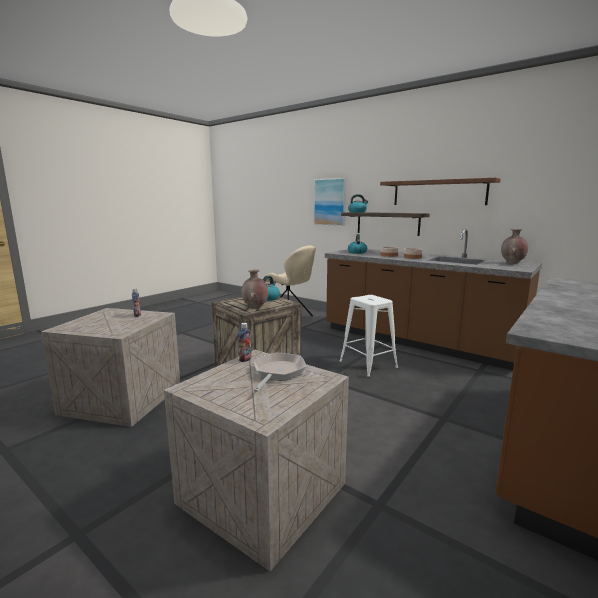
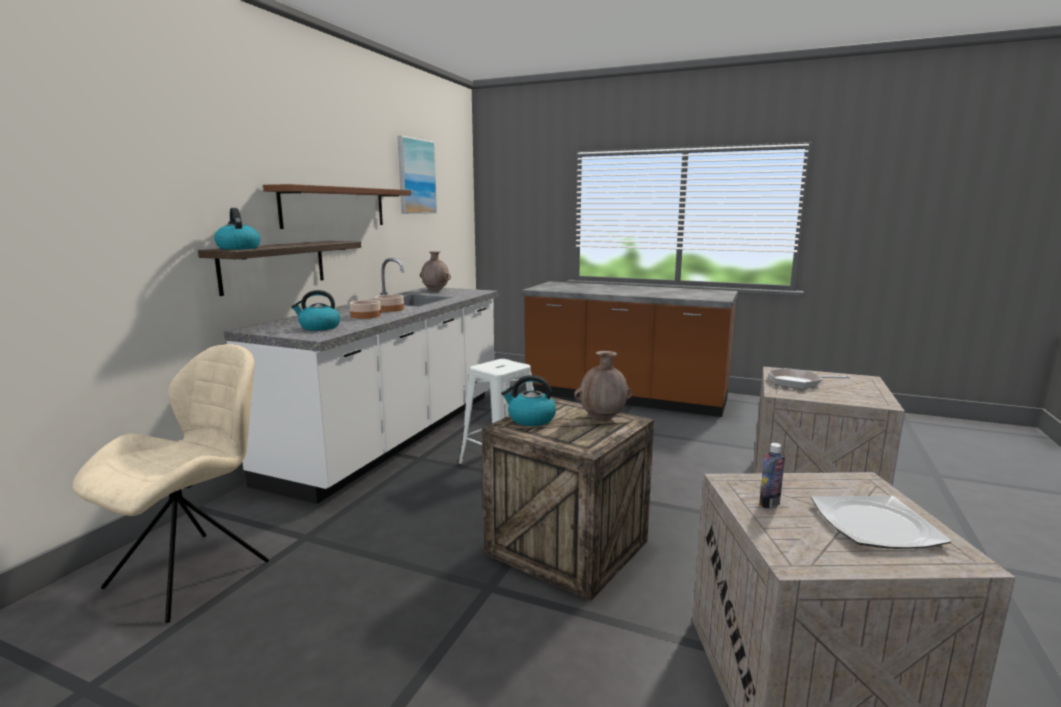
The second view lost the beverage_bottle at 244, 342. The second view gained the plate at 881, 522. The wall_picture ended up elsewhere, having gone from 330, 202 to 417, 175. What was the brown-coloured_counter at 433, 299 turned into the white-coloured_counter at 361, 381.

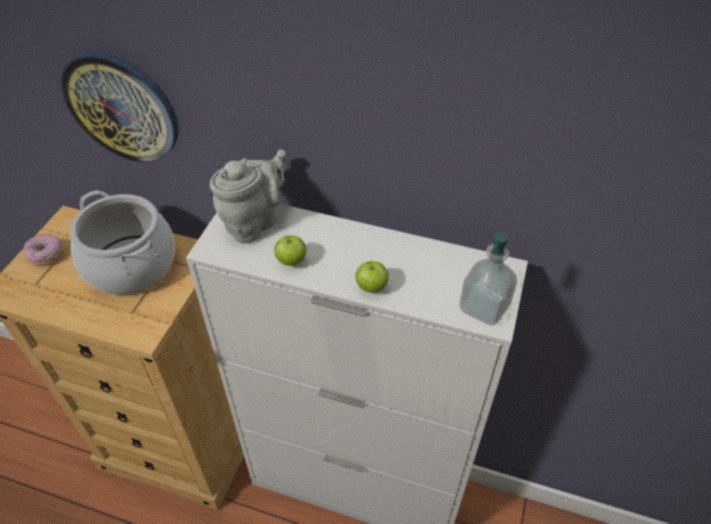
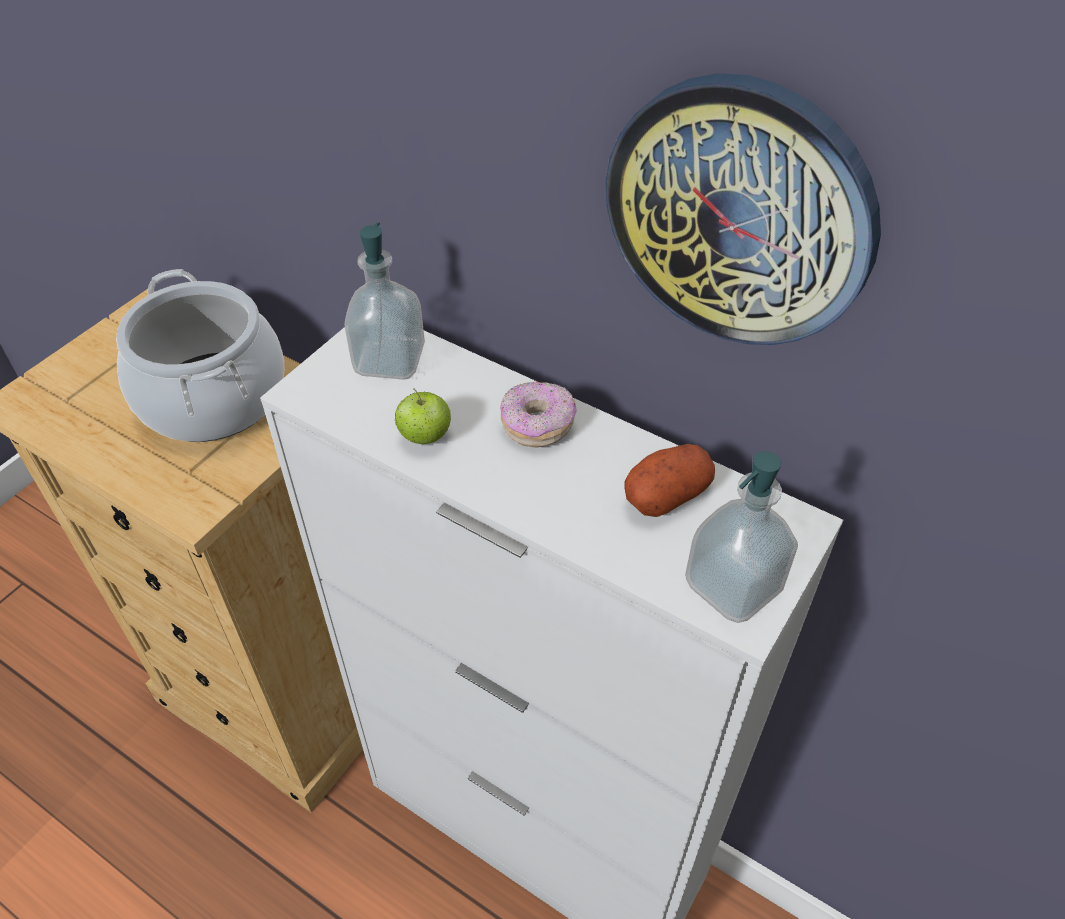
The second view lost the whole_apple at 372, 277. The second view gained the whole_potato at 669, 480. The donut ended up elsewhere, having gone from 42, 250 to 538, 414. The hanging_clock ended up elsewhere, having gone from 119, 107 to 743, 209. Where the grey_pot_for_tea stood at 248, 196, the soap_bottle came to stand at 384, 300.

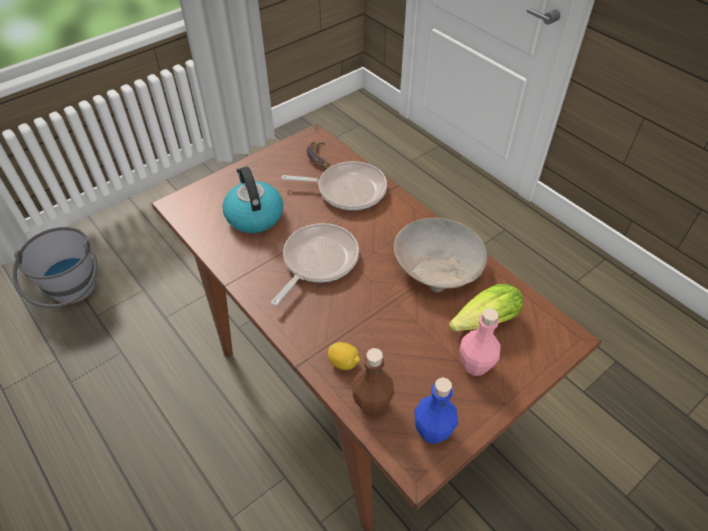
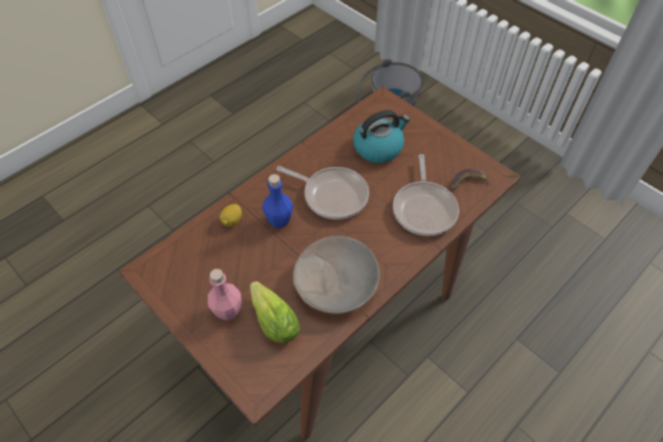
The second view lost the brown-coloured_beverage_bottle at 373, 381. The blue-coloured_beverage_bottle ended up elsewhere, having gone from 436, 410 to 277, 201.

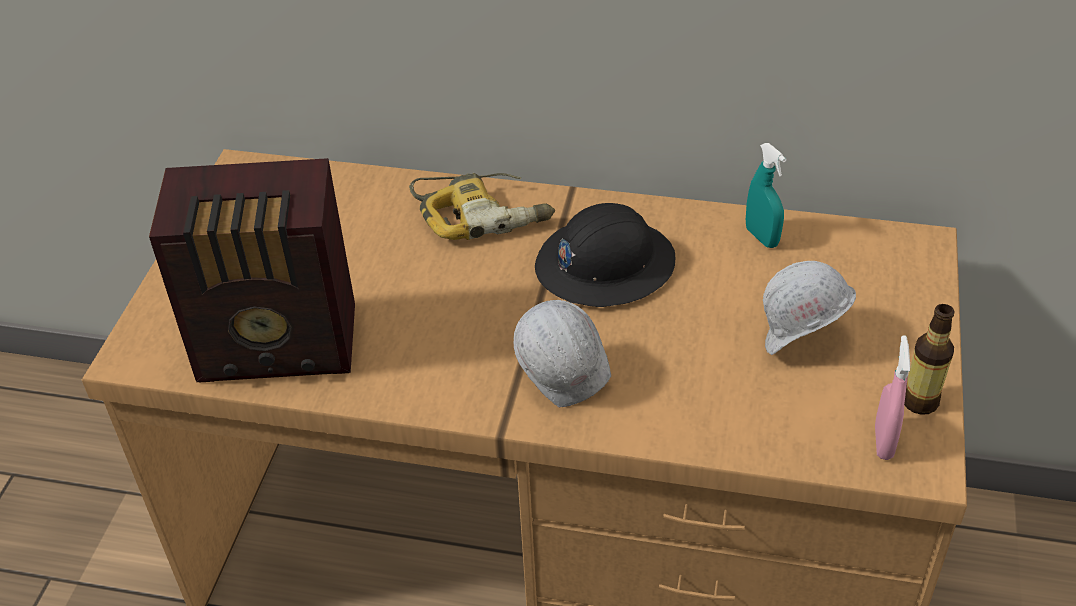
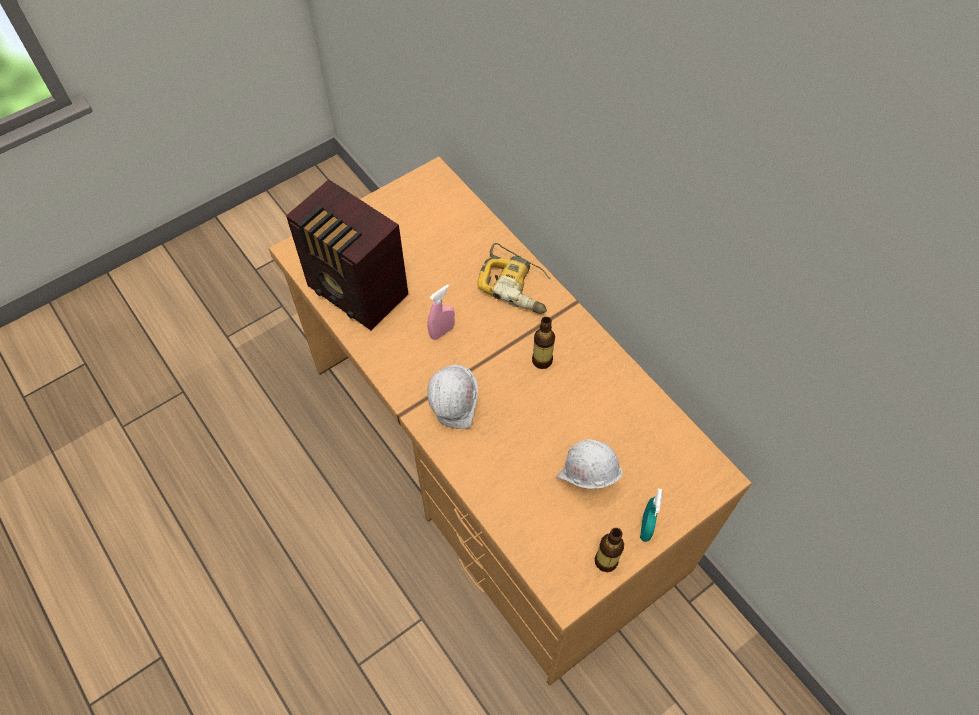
The turquoise-coloured_hand_sprayer ended up elsewhere, having gone from 766, 195 to 651, 515. The pink_hand_sprayer ended up elsewhere, having gone from 892, 397 to 441, 312. Where the blackish_work_helmet stood at 605, 255, the beverage_bottle came to stand at 543, 343.

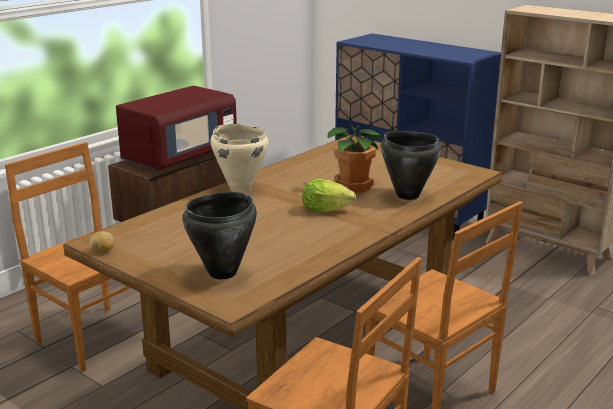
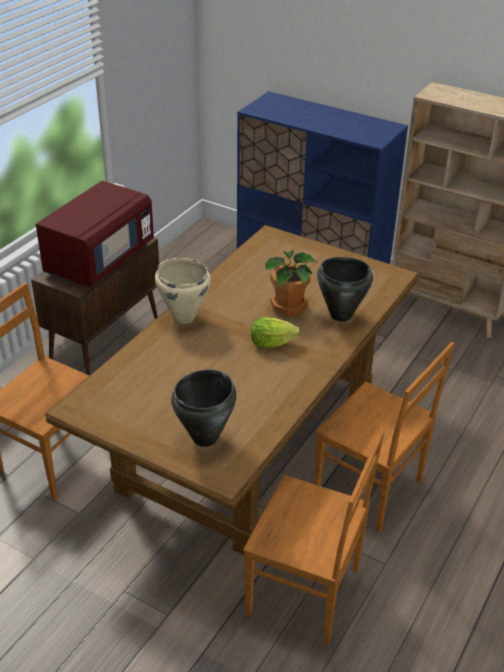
The second view lost the whole_potato at 101, 241.

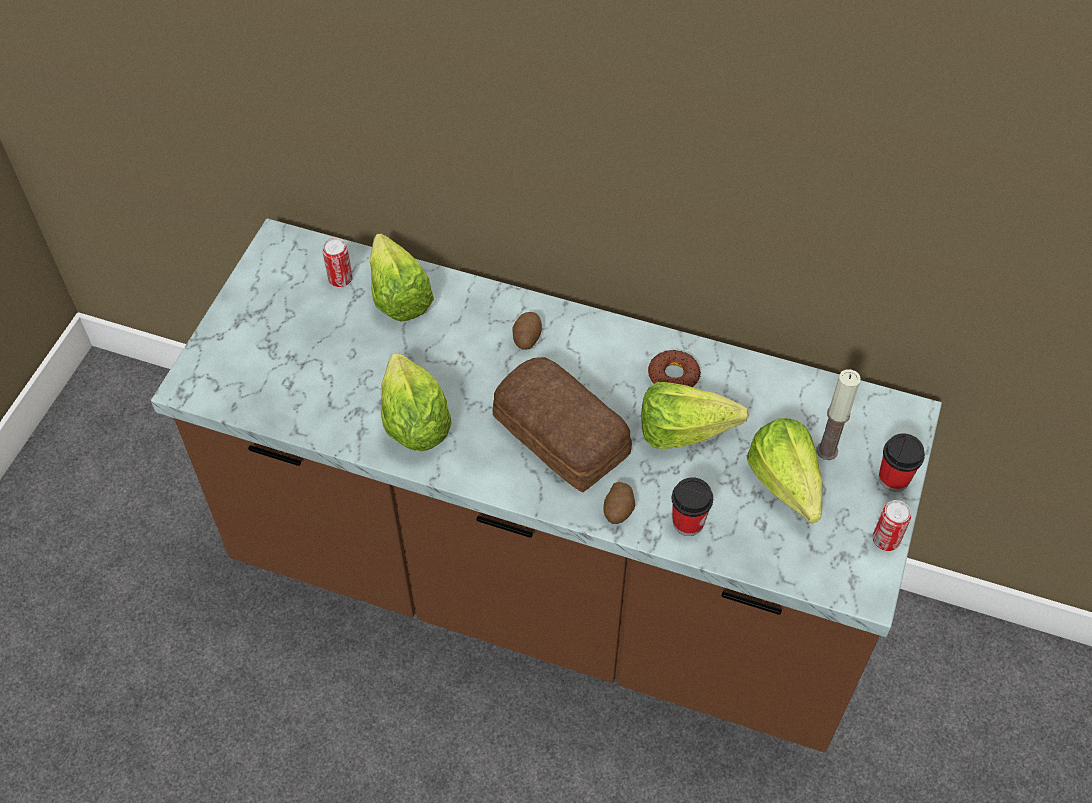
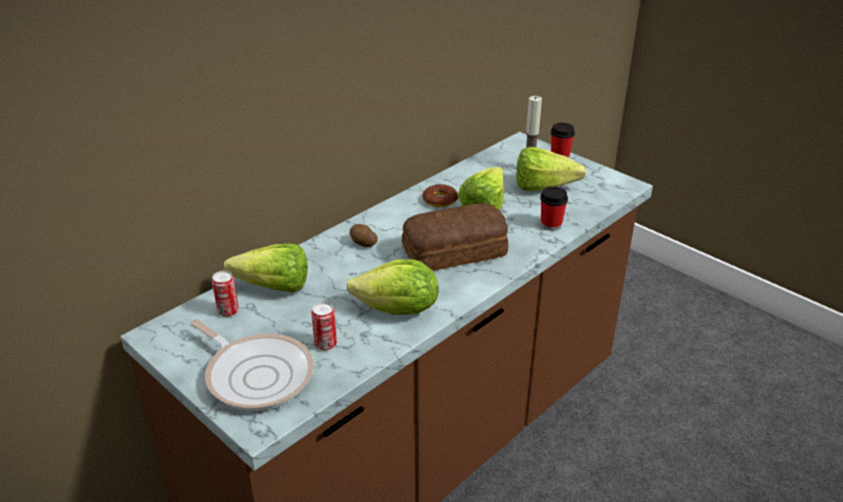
The second view lost the whole_potato at 619, 503. The second view gained the frying_pan at 252, 365. The can ended up elsewhere, having gone from 891, 525 to 324, 326.

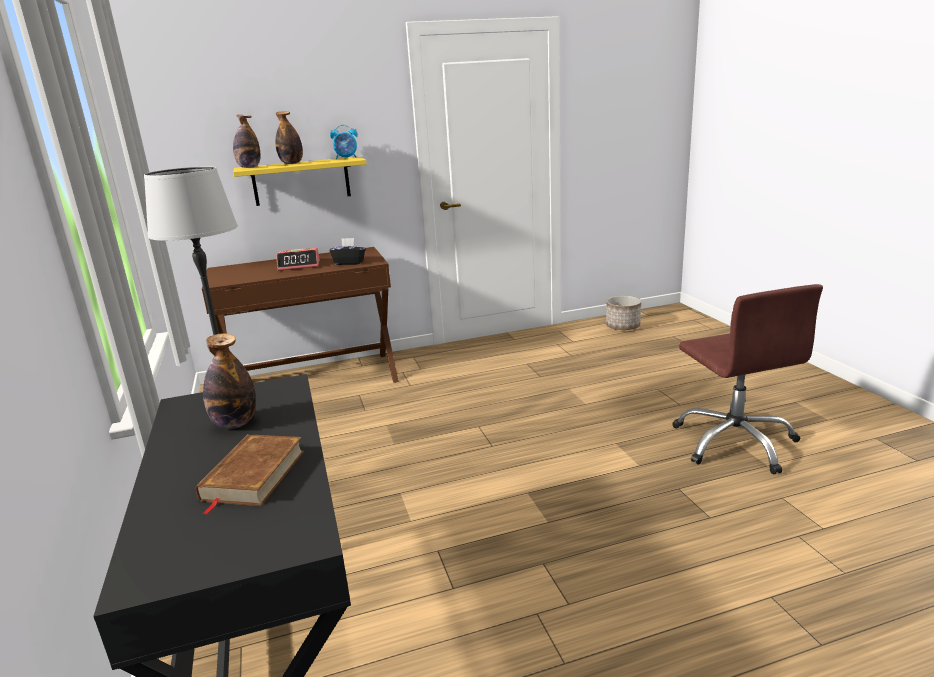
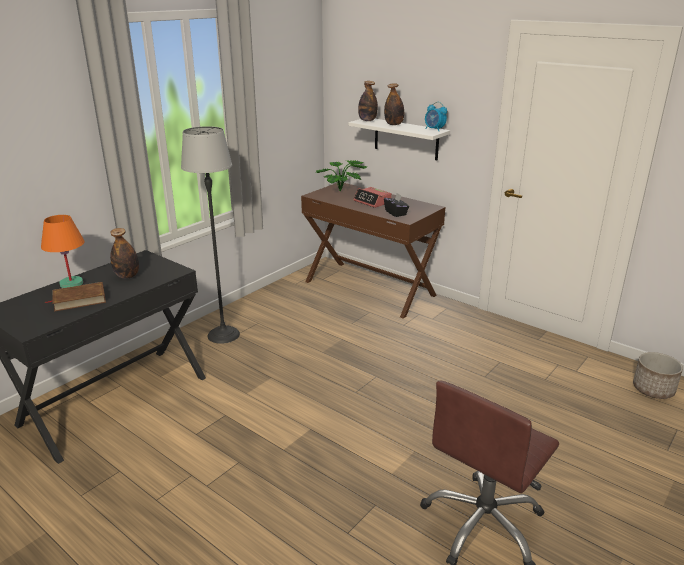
The second view gained the orange_table_lamp at 63, 251. The second view gained the houseplant at 341, 175. What was the yellow-coloured_shelf at 299, 181 turned into the white-coloured_shelf at 399, 139.

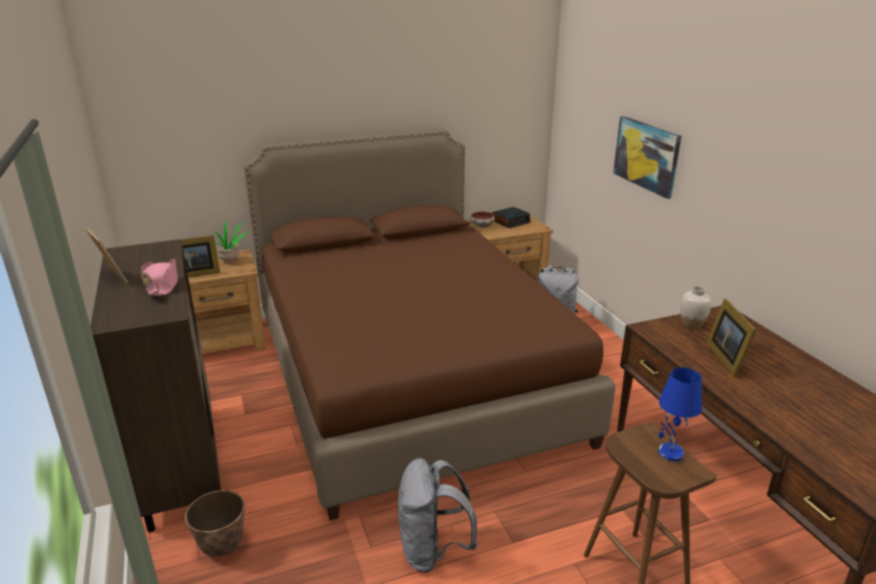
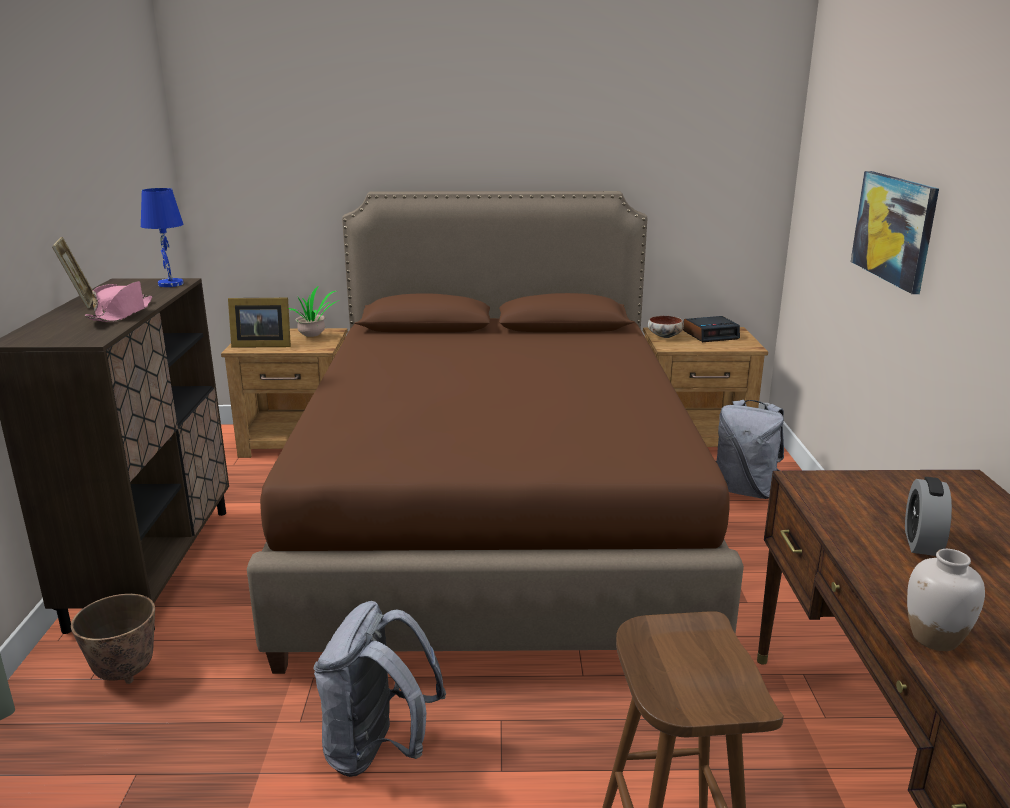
The blue-coloured_table_lamp ended up elsewhere, having gone from 680, 414 to 162, 237. The white-coloured_decorative_vase ended up elsewhere, having gone from 696, 307 to 946, 600. Where the picture_frame stood at 731, 338, the bedside_clock came to stand at 928, 516.

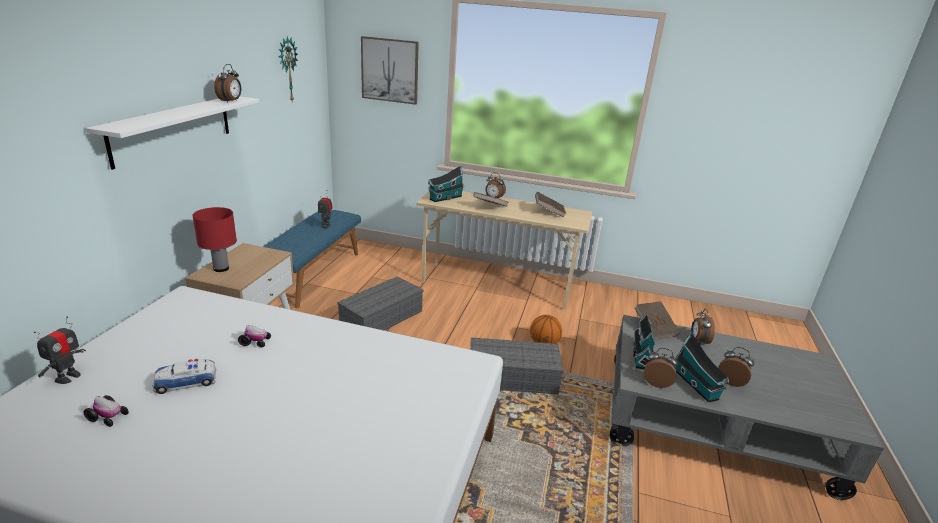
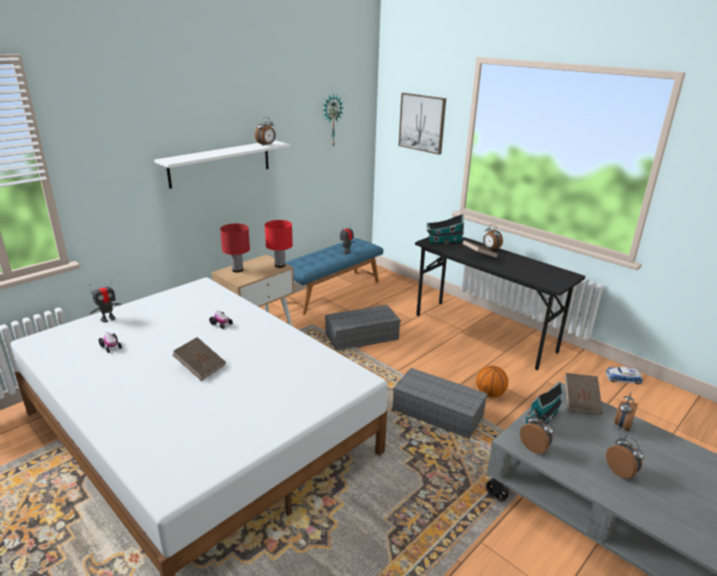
The second view lost the toy_house at 702, 367. The second view gained the red_table_lamp at 279, 244. The toy_car ended up elsewhere, having gone from 184, 376 to 624, 375. The brown-coloured_volume ended up elsewhere, having gone from 550, 205 to 199, 359. What was the beige-coloured_desk_table at 504, 250 turned into the blackish_desk_table at 500, 303.

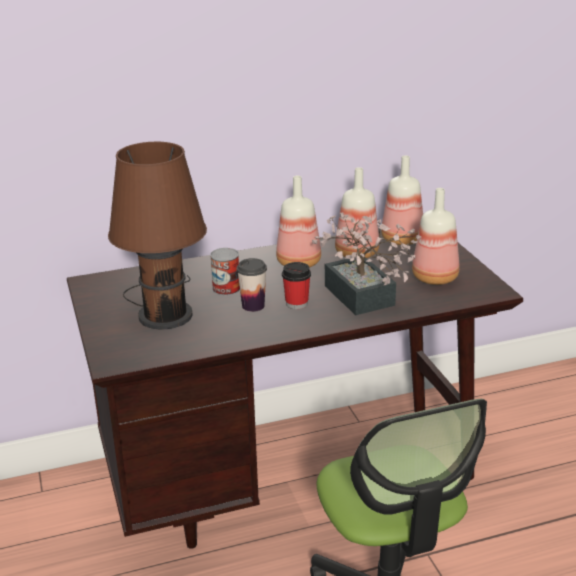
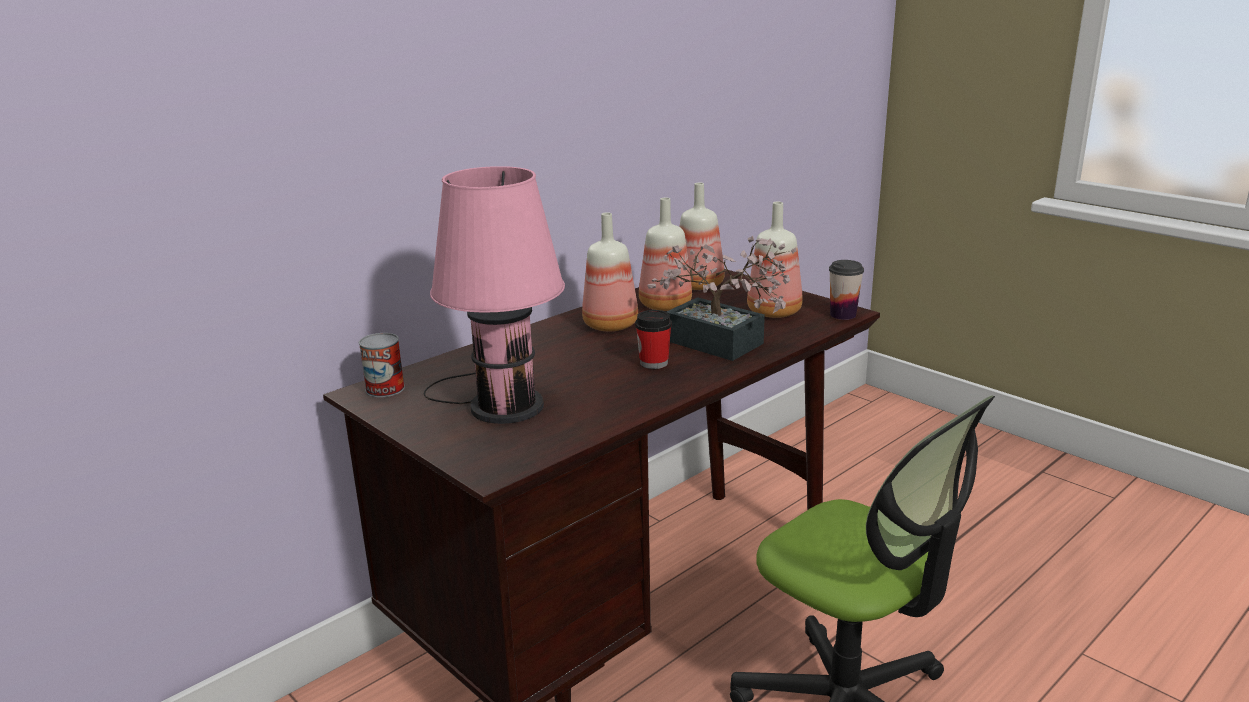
The can ended up elsewhere, having gone from 225, 272 to 382, 365. The cup ended up elsewhere, having gone from 252, 285 to 846, 290. What was the brown-coloured_table_lamp at 157, 235 turned into the pink_table_lamp at 494, 295.

